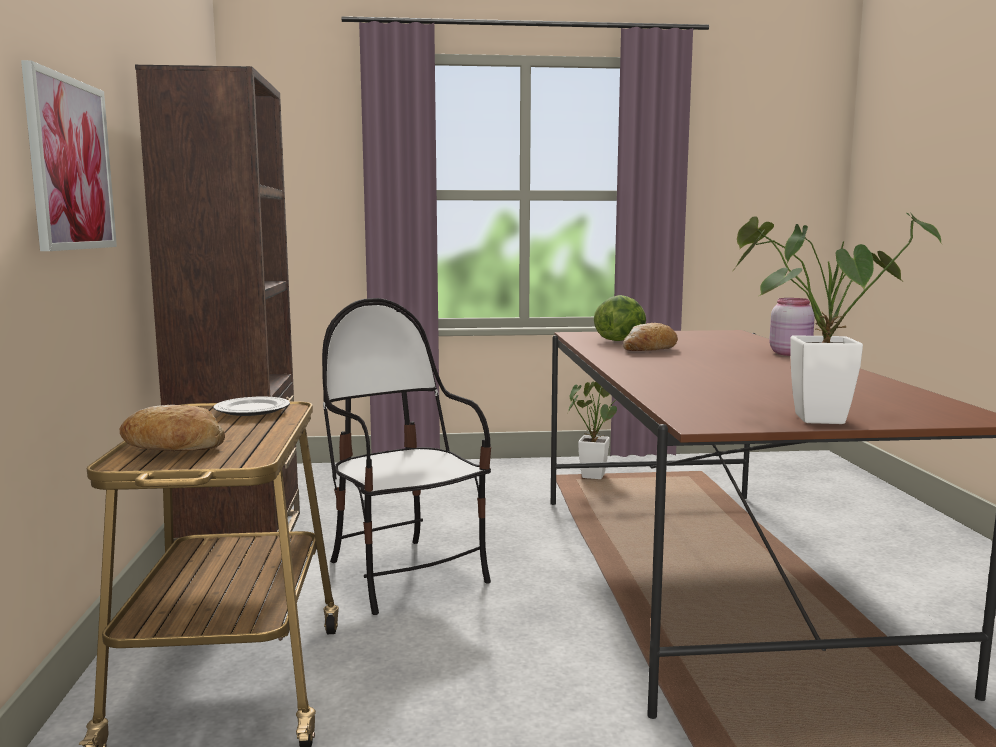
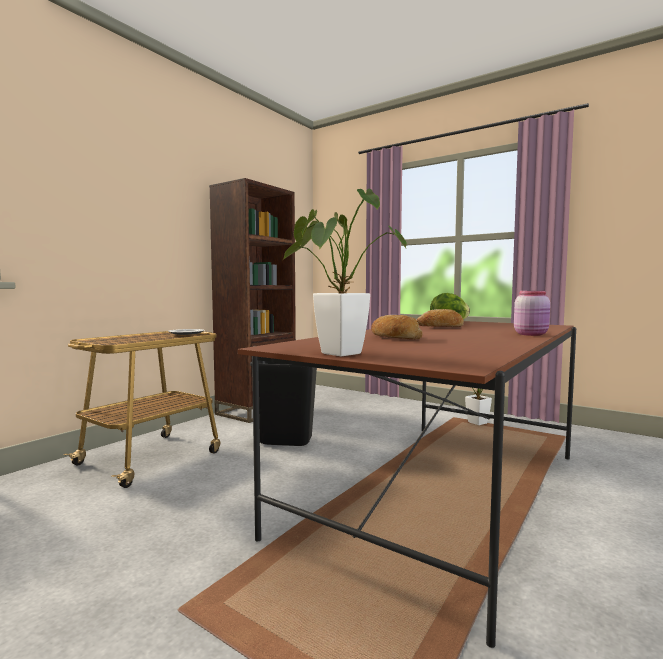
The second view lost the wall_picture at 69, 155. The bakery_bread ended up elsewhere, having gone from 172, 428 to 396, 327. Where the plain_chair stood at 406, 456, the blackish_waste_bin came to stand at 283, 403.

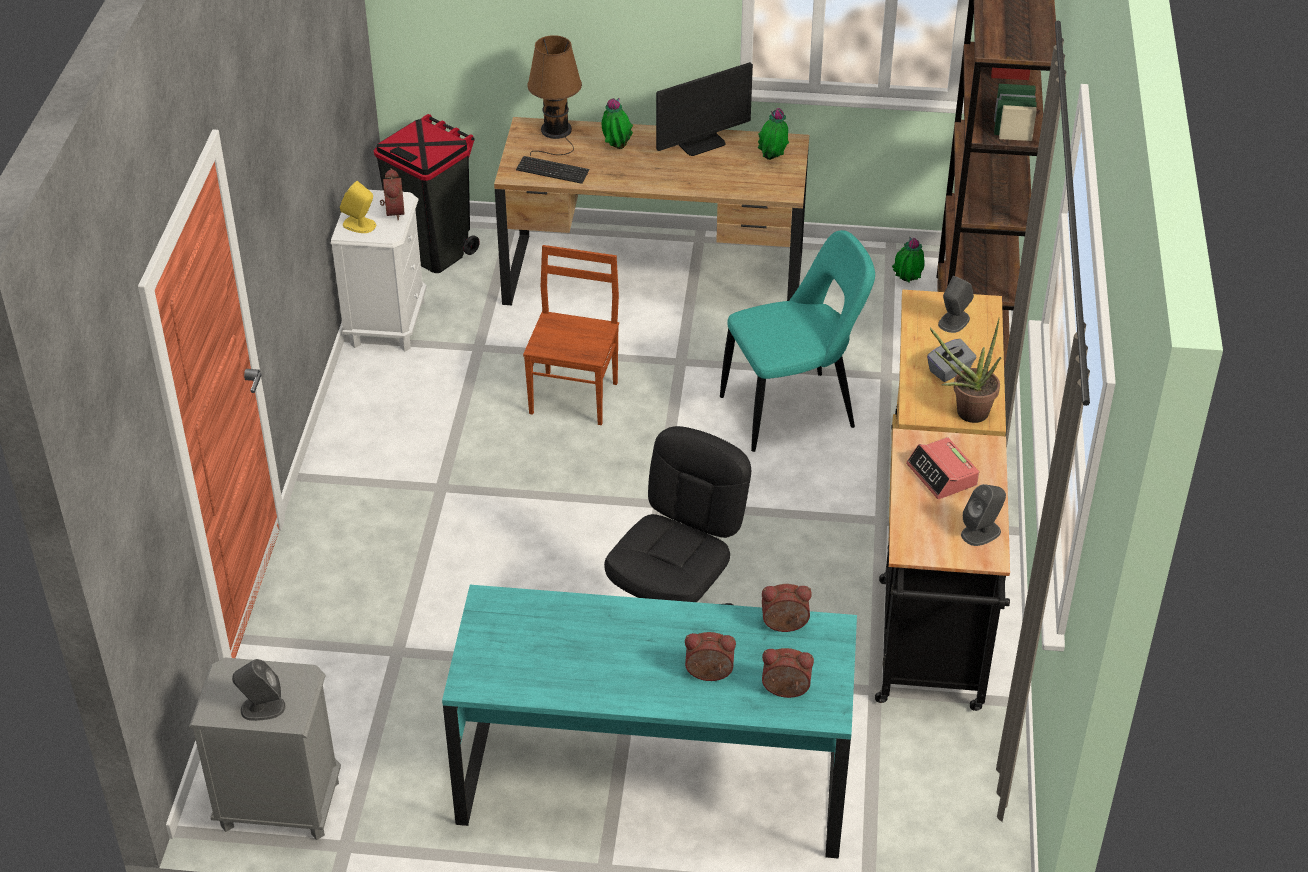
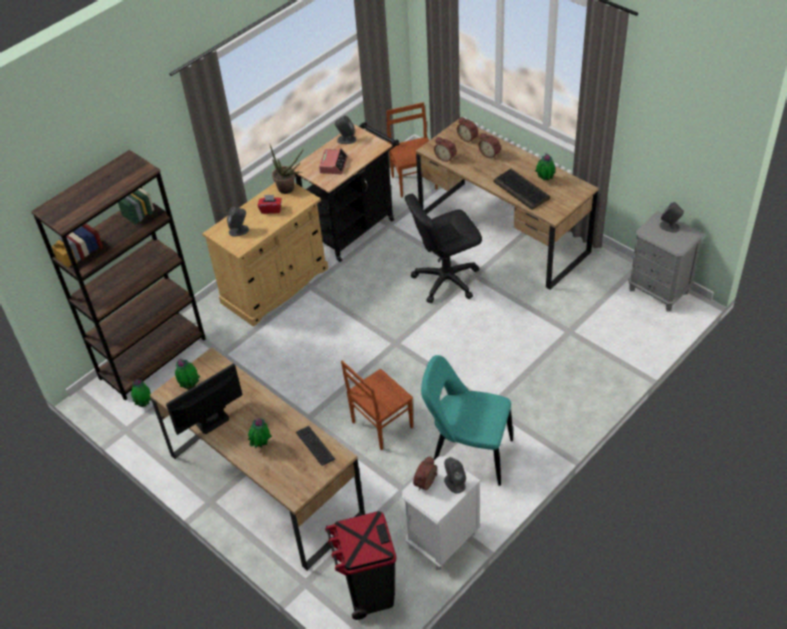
The second view lost the brown-coloured_table_lamp at 554, 95. The second view gained the brown-coloured_plain_chair at 412, 150. The second view gained the PC_keyboard at 522, 189. The second view gained the houseplant at 545, 167. The turquoise-coloured_plain_chair ended up elsewhere, having gone from 797, 341 to 467, 420. What was the yellow-coloured_loudspeaker at 358, 207 turned into the grey_loudspeaker at 455, 475. What was the turquoise-coloured_desk_table at 649, 722 turned into the brown-coloured_desk_table at 507, 204. What was the grey_tissue_box at 951, 360 turned into the red_tissue_box at 269, 204. The computer_screen at 704, 109 ended up facing another way, 45 degrees counterclockwise from before.

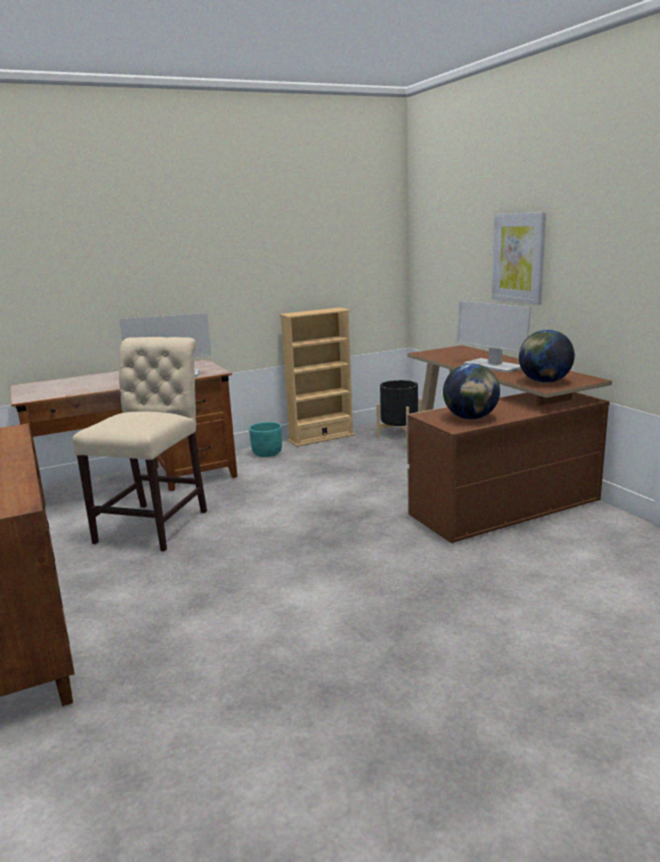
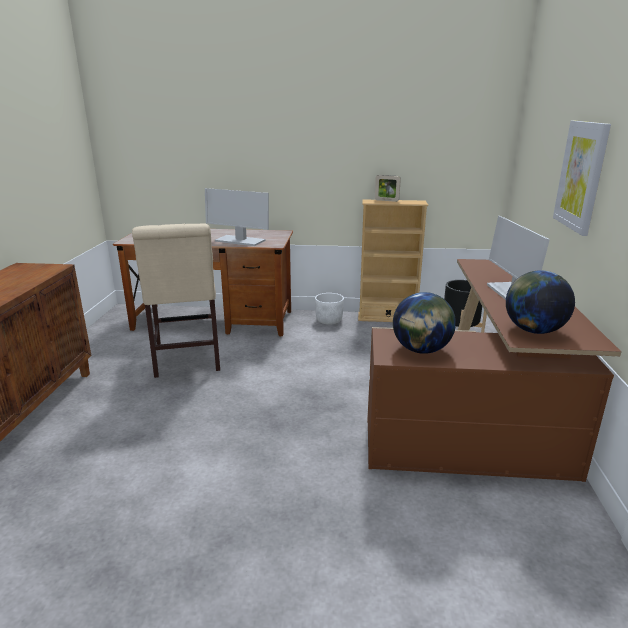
The second view gained the picture_frame at 388, 188. What was the turquoise-coloured_plant_pot at 265, 439 turned into the white-coloured_plant_pot at 329, 309. The beige-coloured_plain_chair at 139, 444 ended up facing another way, 120 degrees clockwise from before.

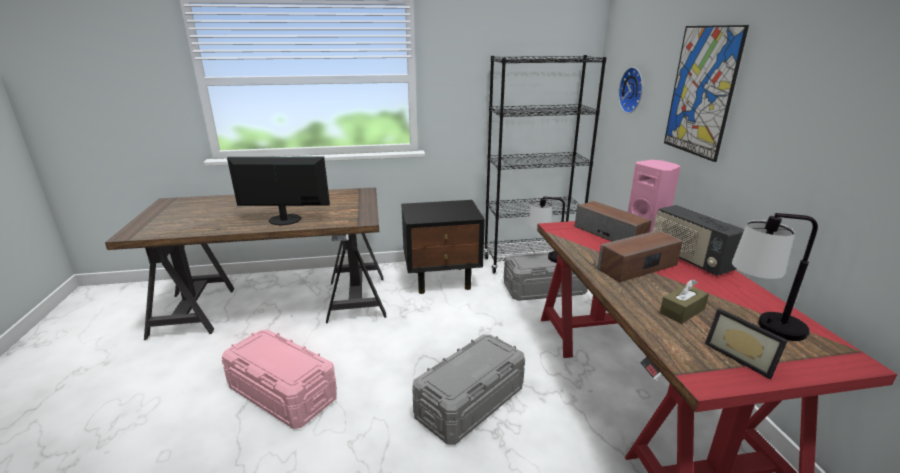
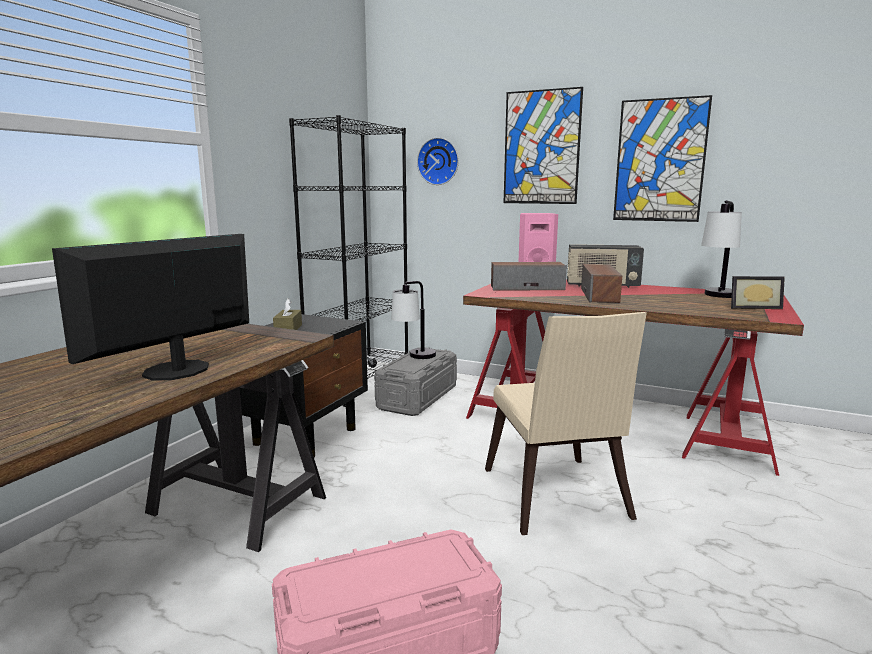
The second view gained the wall_picture at 662, 158. The brown-coloured_tissue_box ended up elsewhere, having gone from 684, 301 to 287, 314. Where the grey_storage_bin stood at 468, 390, the beige-coloured_plain_chair came to stand at 566, 423.

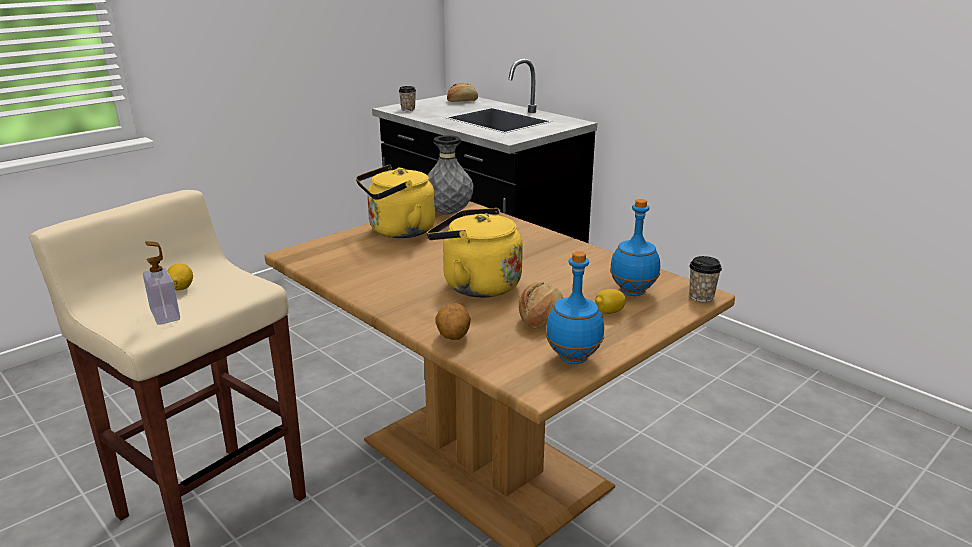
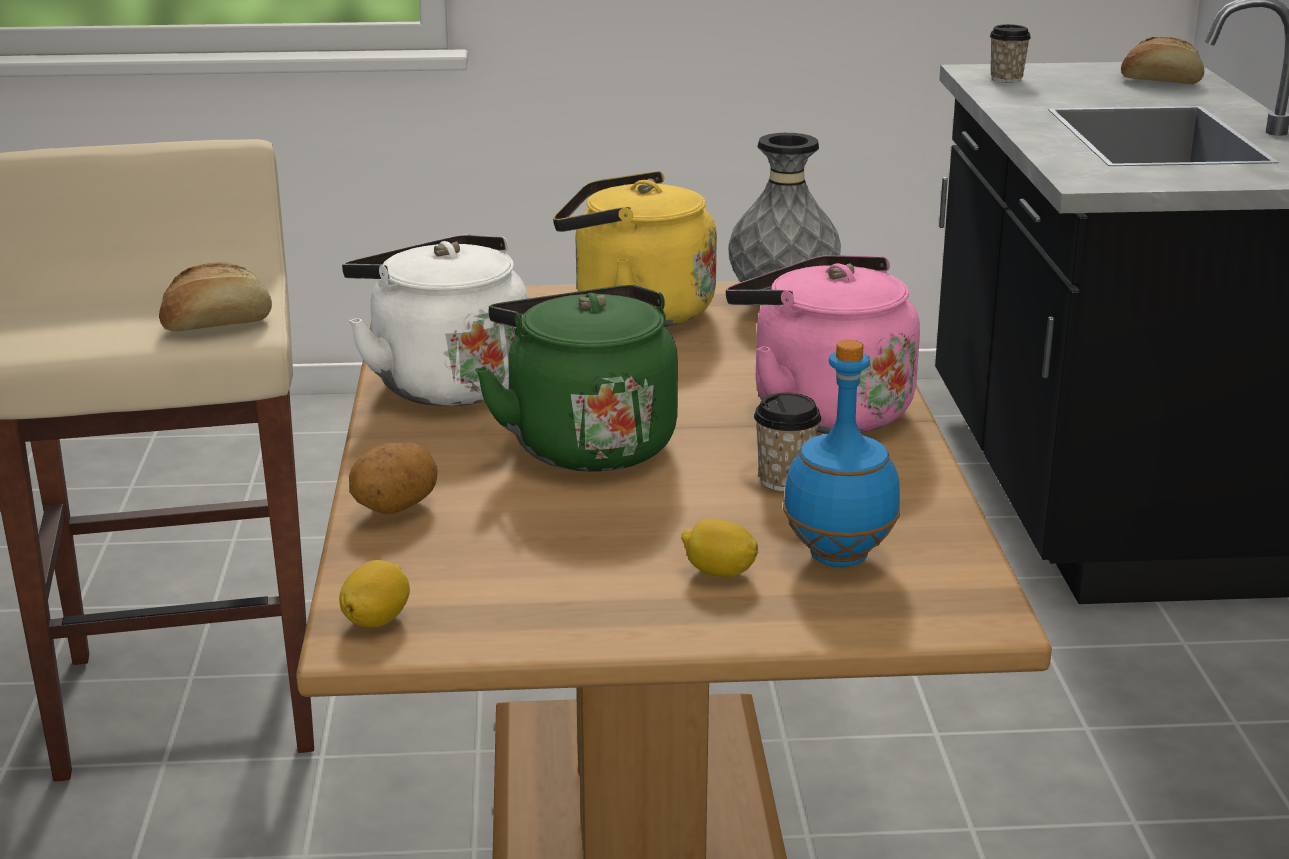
The second view lost the soap_bottle at 161, 283. The second view lost the blue-coloured_beverage_bottle at 575, 307. The second view gained the white-coloured_tea_kettle at 435, 320. The second view gained the pink_tea_kettle at 823, 344. The citrus_fruit ended up elsewhere, having gone from 180, 277 to 374, 593. The bakery_bread ended up elsewhere, having gone from 540, 305 to 215, 297. The cup ended up elsewhere, having gone from 705, 279 to 787, 442. What was the yellow-coloured_tea_kettle at 475, 252 turned into the greenish_tea_kettle at 576, 378.

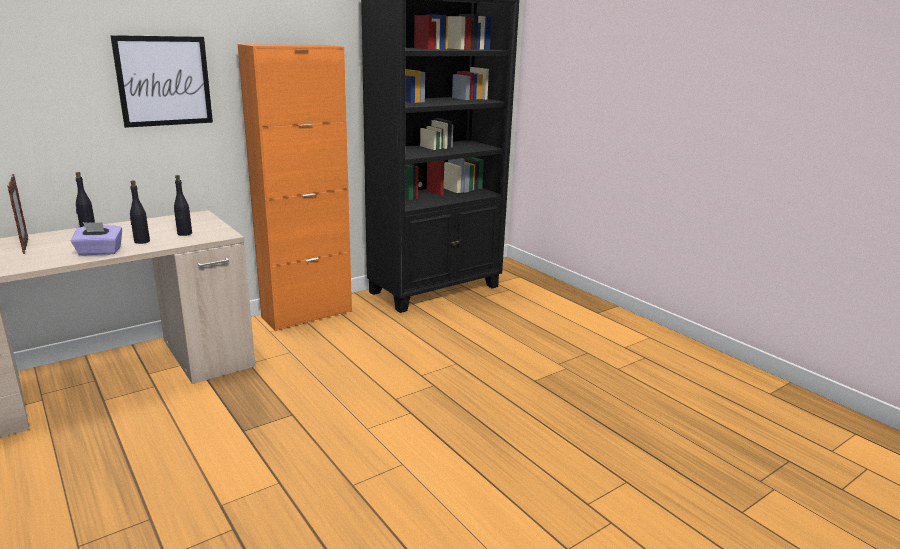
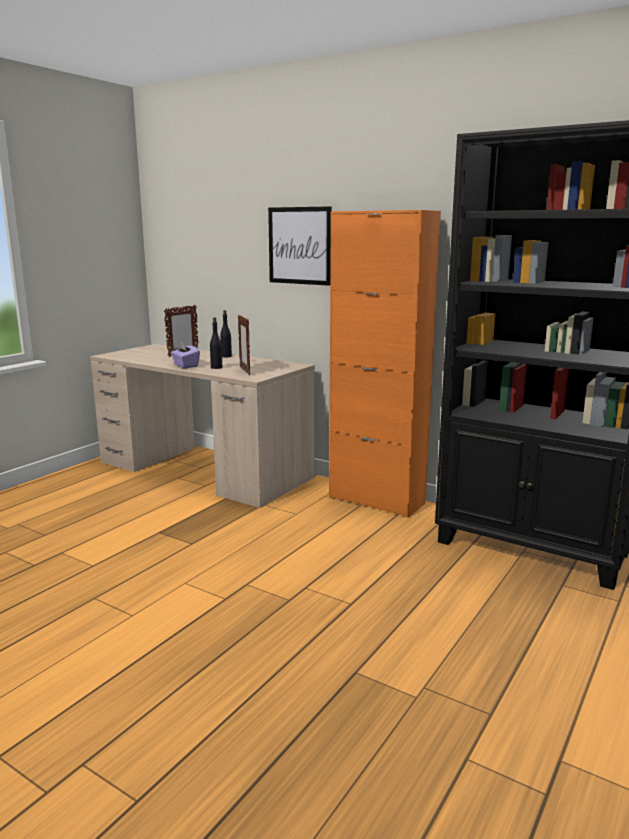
Where the blackish_beverage_bottle stood at 183, 205, the picture_frame came to stand at 244, 345.

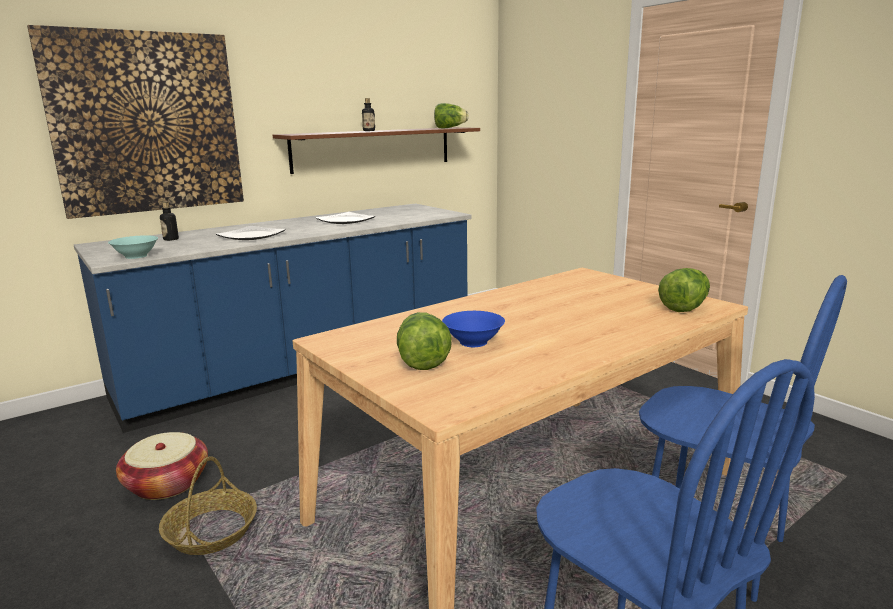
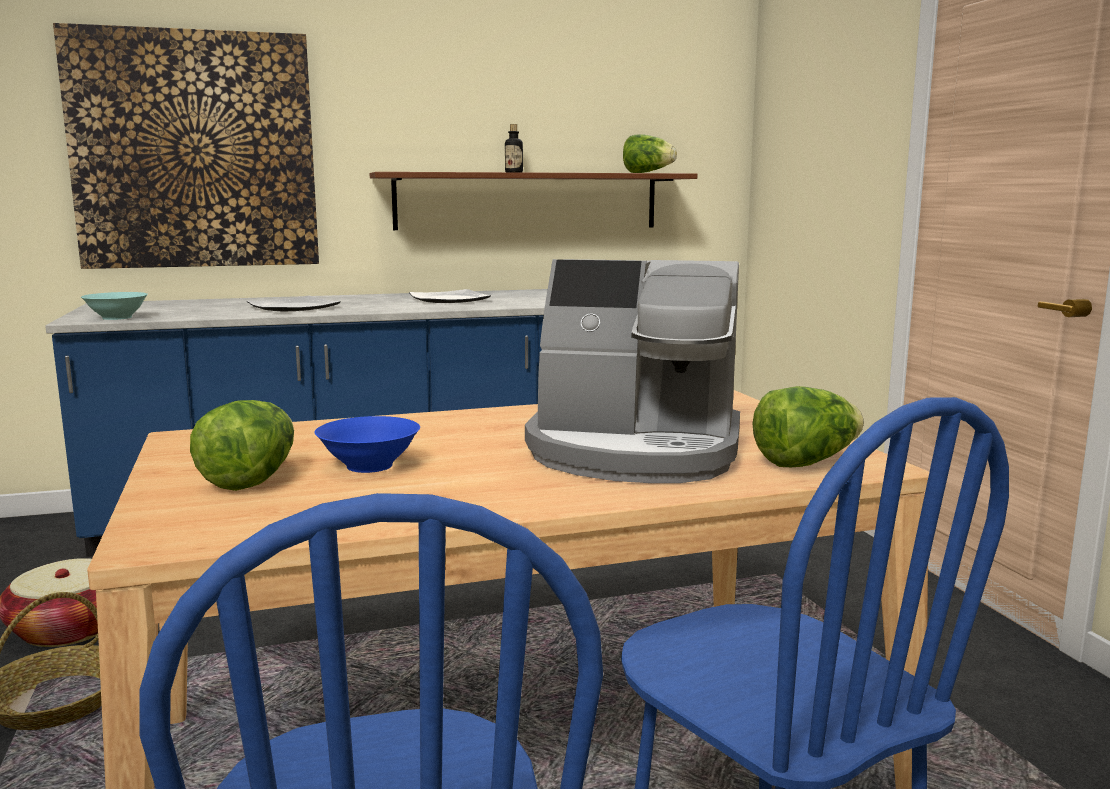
The second view lost the beverage_bottle at 169, 221. The second view gained the coffee_brewer at 632, 371.

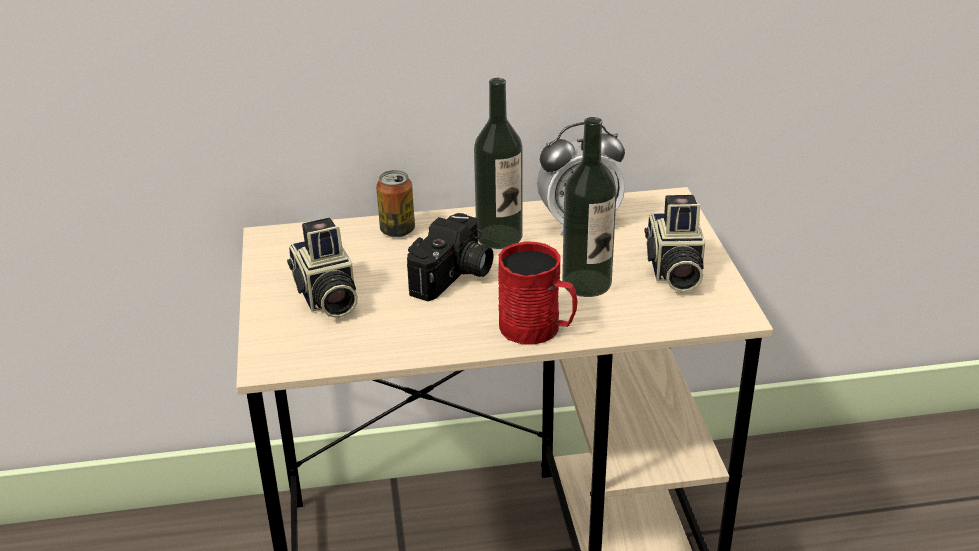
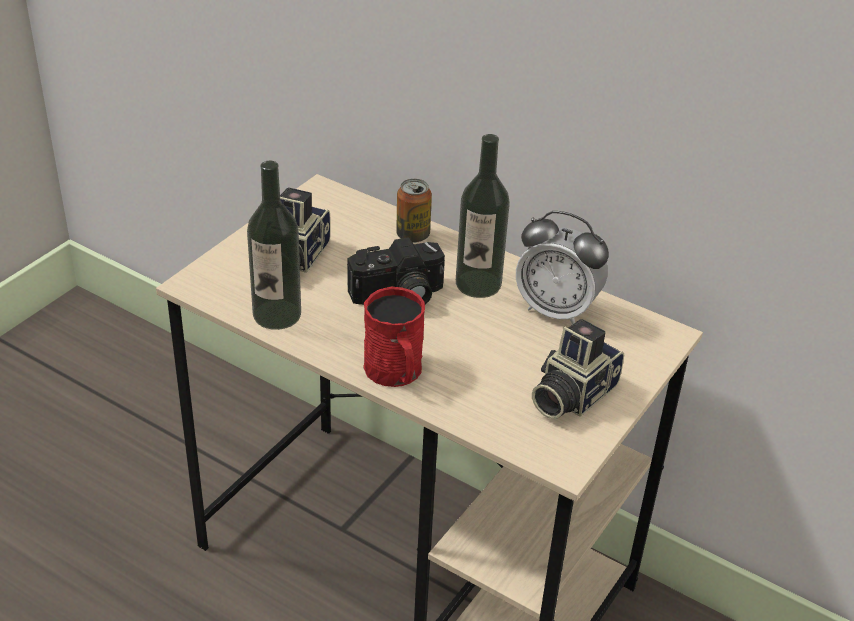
The beverage_bottle ended up elsewhere, having gone from 589, 207 to 274, 245.

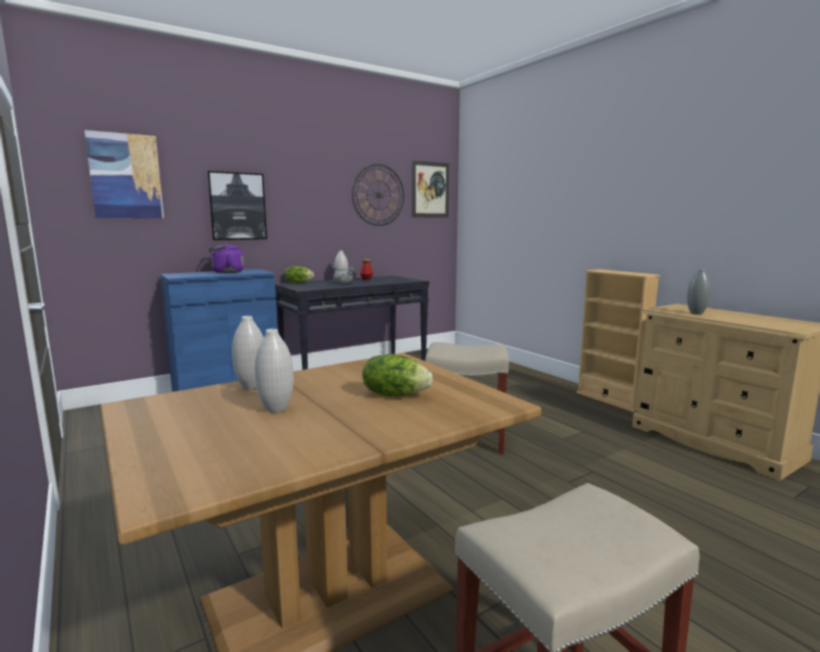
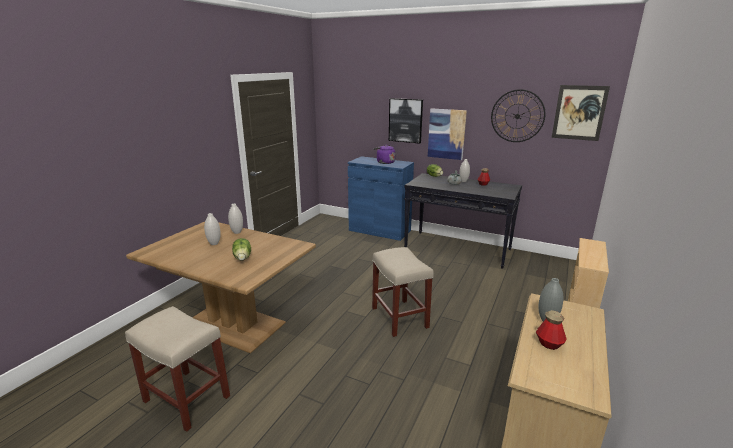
The second view gained the beverage_bottle at 551, 330. The wall_picture ended up elsewhere, having gone from 124, 174 to 447, 134.

